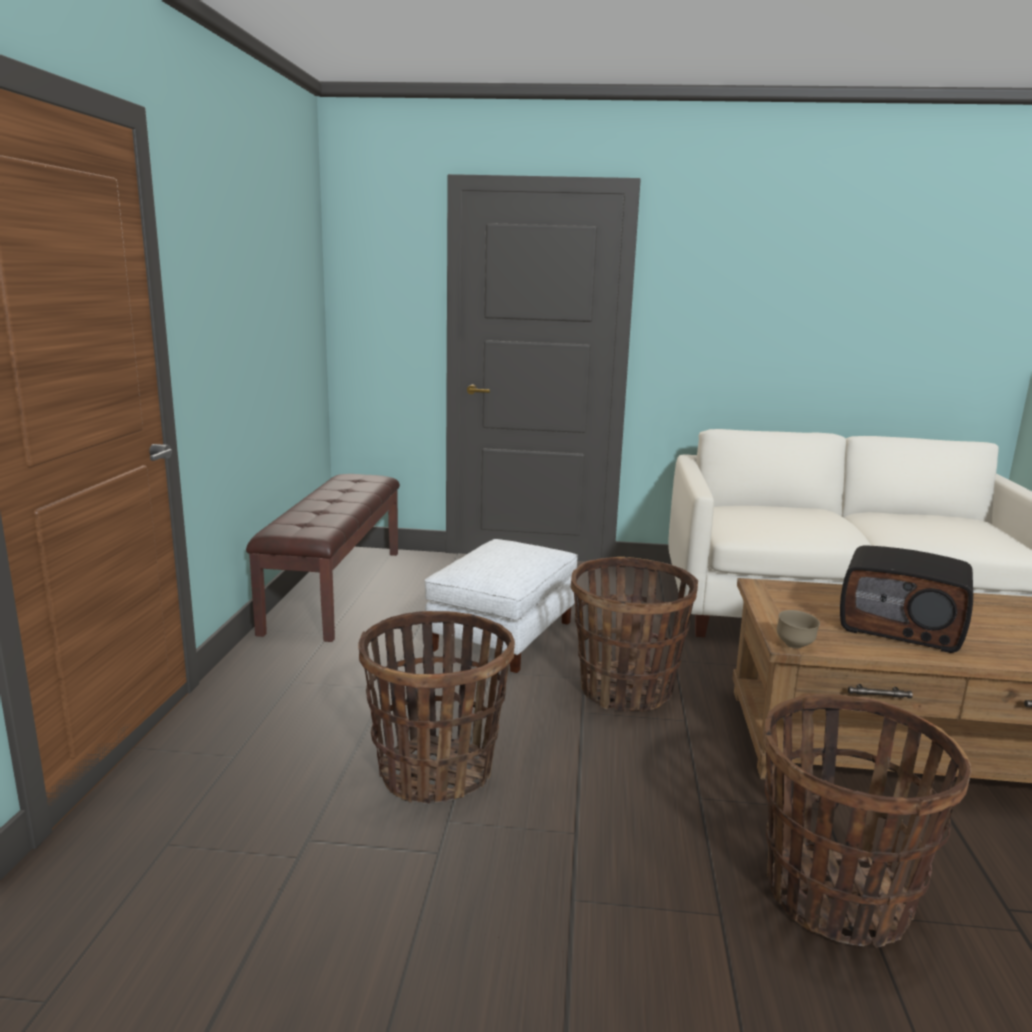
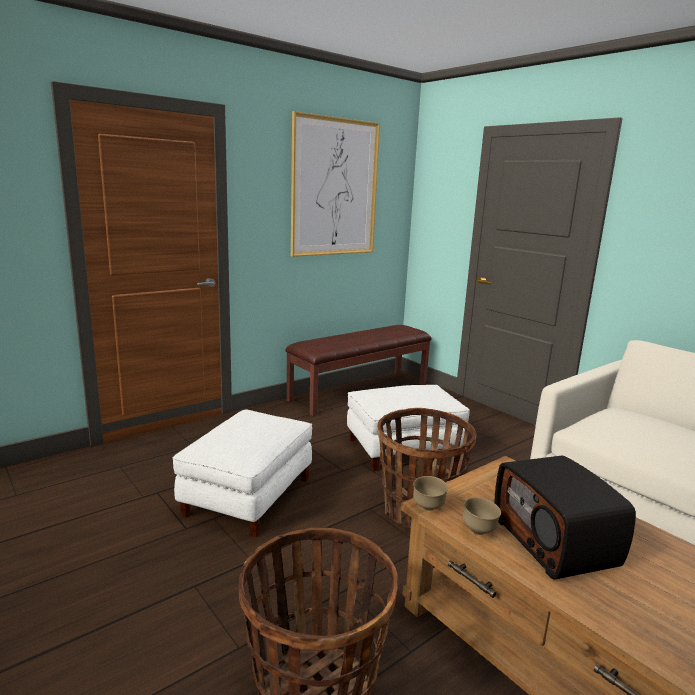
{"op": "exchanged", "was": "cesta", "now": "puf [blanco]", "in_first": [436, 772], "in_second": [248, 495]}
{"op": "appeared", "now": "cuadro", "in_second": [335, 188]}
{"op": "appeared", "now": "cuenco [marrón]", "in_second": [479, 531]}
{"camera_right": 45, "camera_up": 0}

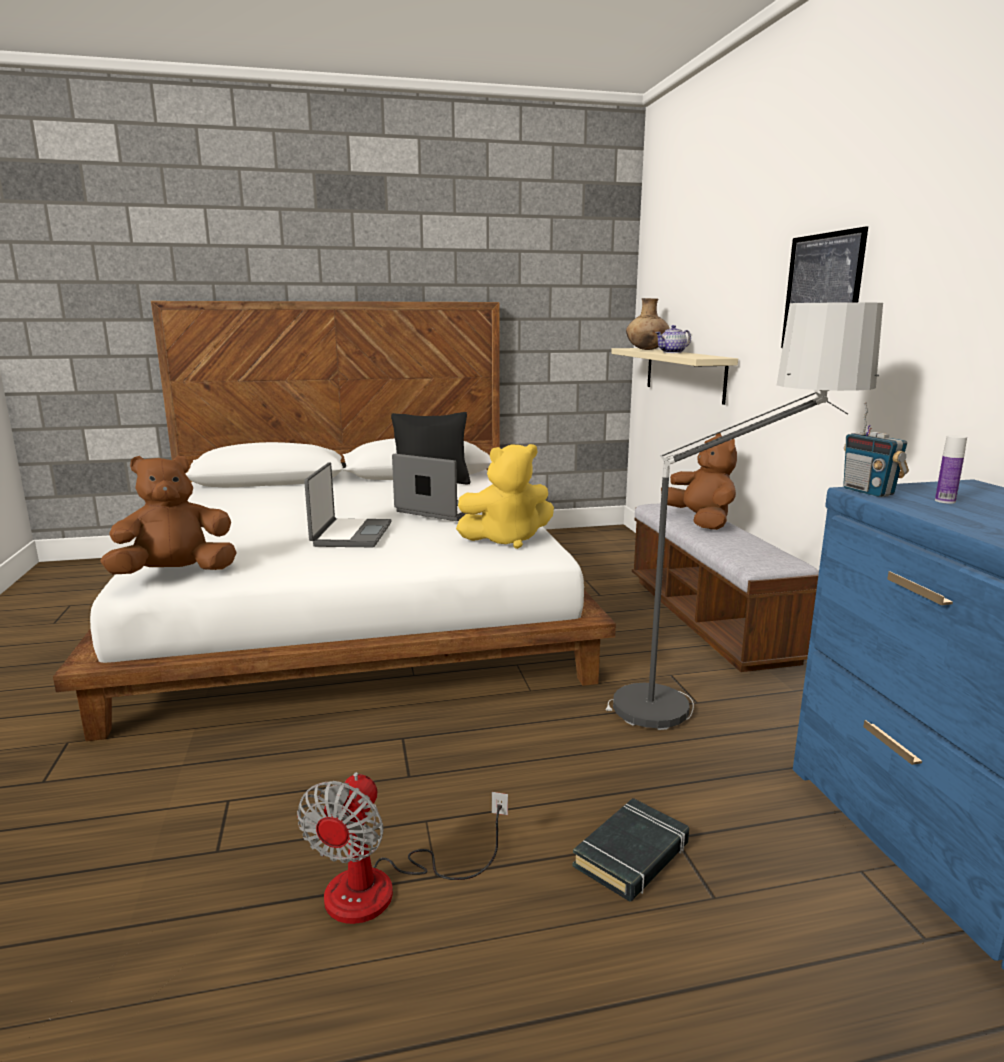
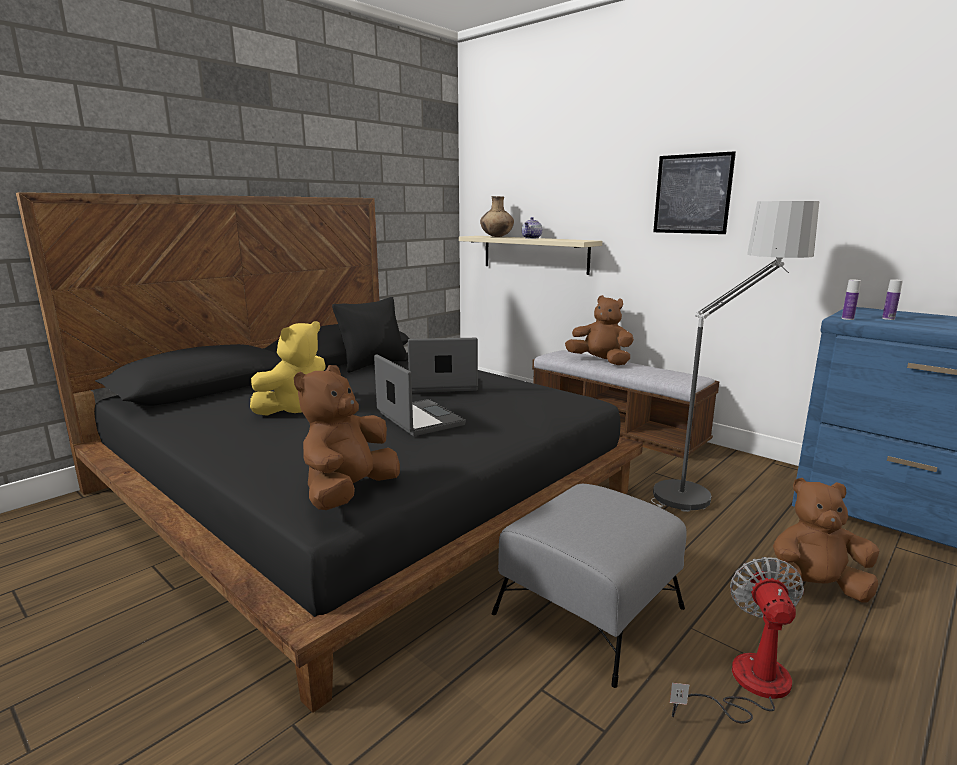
{"op": "colour", "was": "cama [blanco]", "now": "cama [negro]", "in_first": [353, 605], "in_second": [359, 491]}
{"op": "exchanged", "was": "radio", "now": "botella", "in_first": [868, 492], "in_second": [847, 319]}
{"op": "relocated", "was": "peluche [amarillo]", "in_first": [507, 540], "in_second": [296, 409]}
{"op": "spun", "was": "ventilador", "in_first": [385, 888], "in_second": [746, 685], "clockwise": -150}
{"op": "exchanged", "was": "libro [negro]", "now": "peluche [marrón]", "in_first": [632, 855], "in_second": [813, 589]}
{"op": "appeared", "now": "puf [gris]", "in_second": [590, 610]}
{"camera_right": -35, "camera_up": 0}

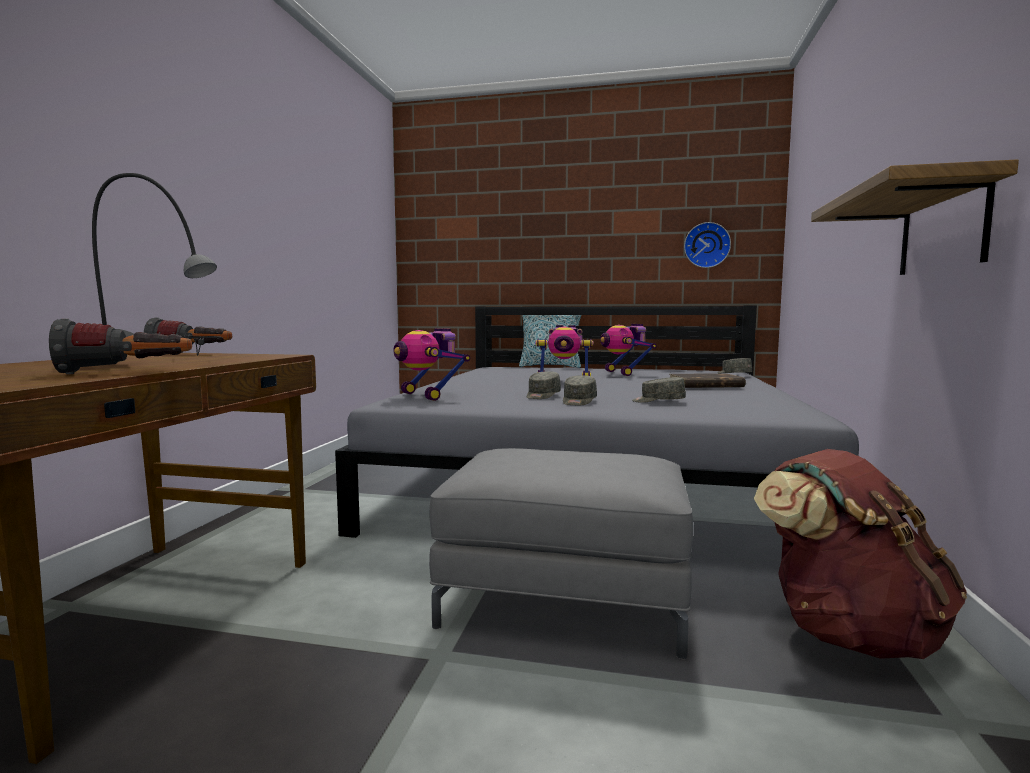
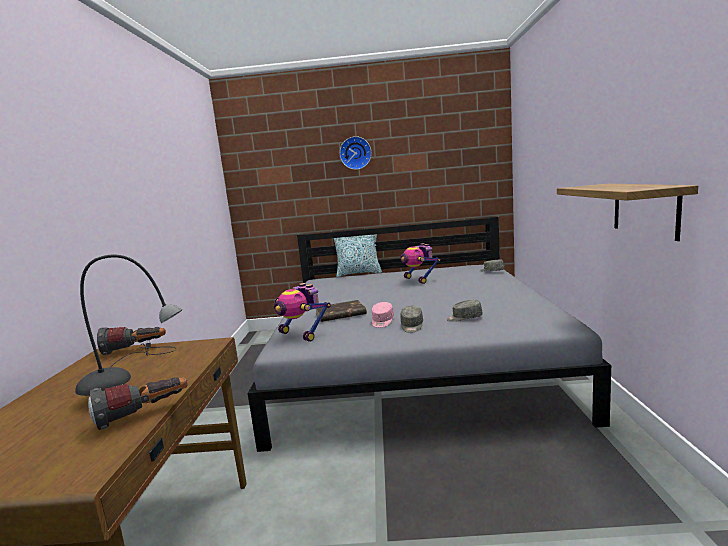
{"op": "relocated", "was": "reloj de pared", "in_first": [706, 245], "in_second": [355, 153]}
{"op": "missing", "was": "robot de juguete", "in_first": [564, 379]}
{"op": "colour", "was": "gorra [gris]", "now": "gorra [rosa]", "in_first": [542, 396], "in_second": [382, 321]}
{"op": "relocated", "was": "libro [marrón]", "in_first": [705, 385], "in_second": [340, 314]}
{"op": "missing", "was": "puf [gris]", "in_first": [564, 599]}
{"op": "missing", "was": "mochila [marrón]", "in_first": [848, 633]}
{"camera_right": -10, "camera_up": 5}

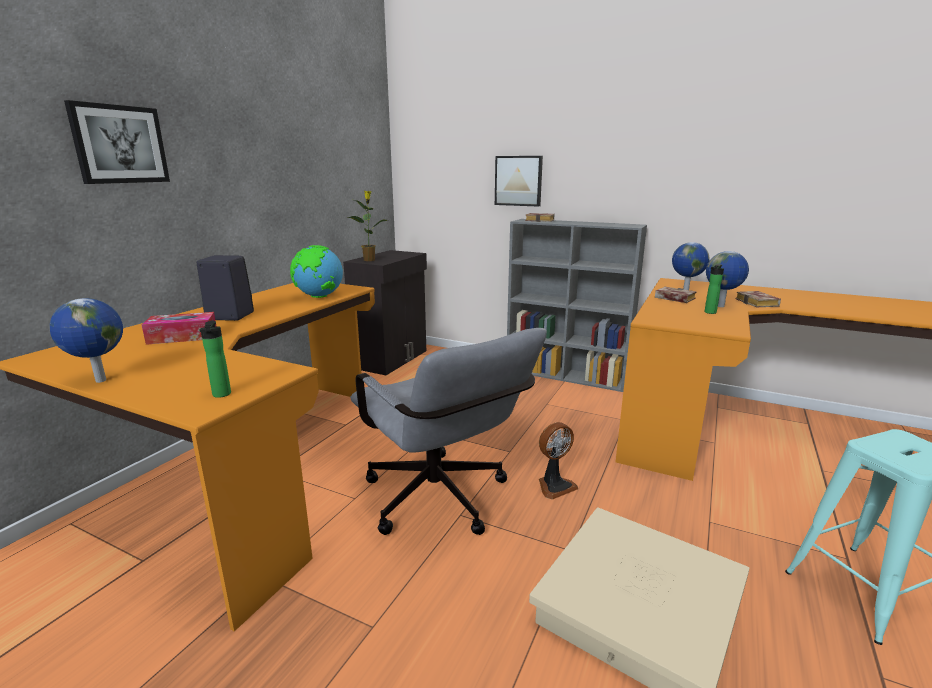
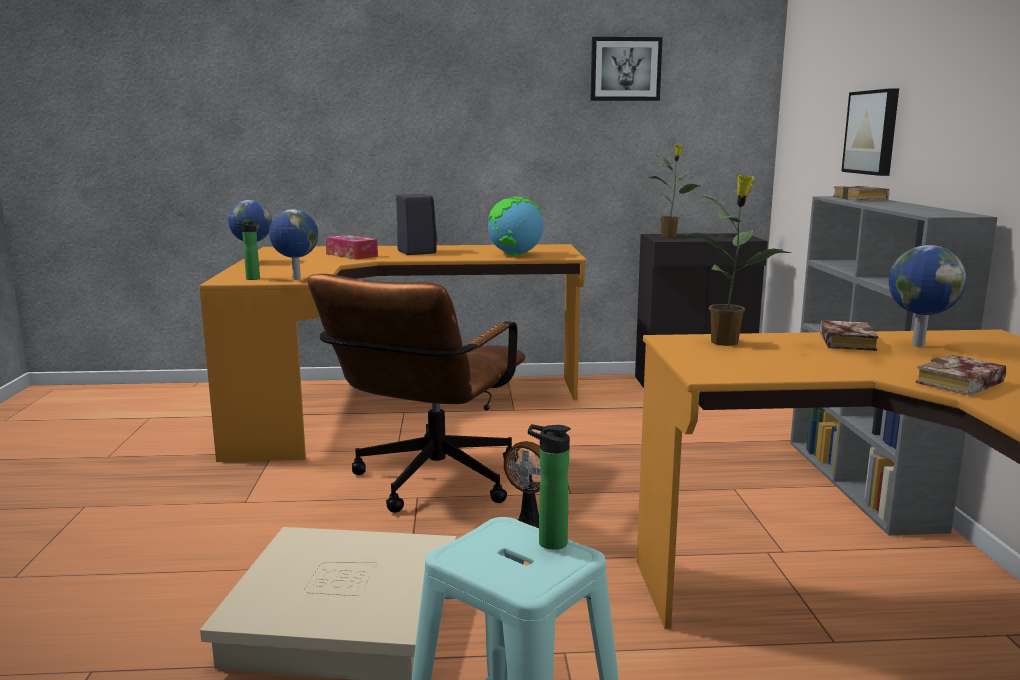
{"op": "relocated", "was": "cuadro", "in_first": [119, 144], "in_second": [625, 69]}
{"op": "relocated", "was": "globo terráqueo", "in_first": [721, 306], "in_second": [296, 279]}
{"op": "relocated", "was": "botella", "in_first": [709, 312], "in_second": [548, 542]}
{"op": "colour", "was": "silla de oficina [gris]", "now": "silla de oficina [marrón]", "in_first": [442, 502], "in_second": [429, 484]}
{"op": "appeared", "now": "planta en maceta", "in_second": [726, 342]}
{"camera_right": 60, "camera_up": -5}

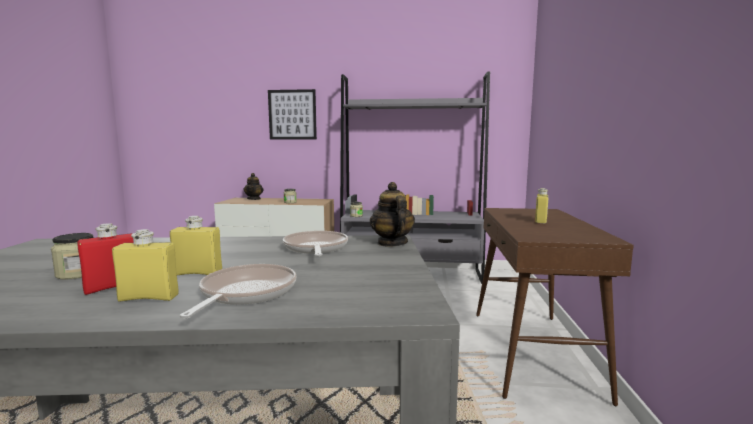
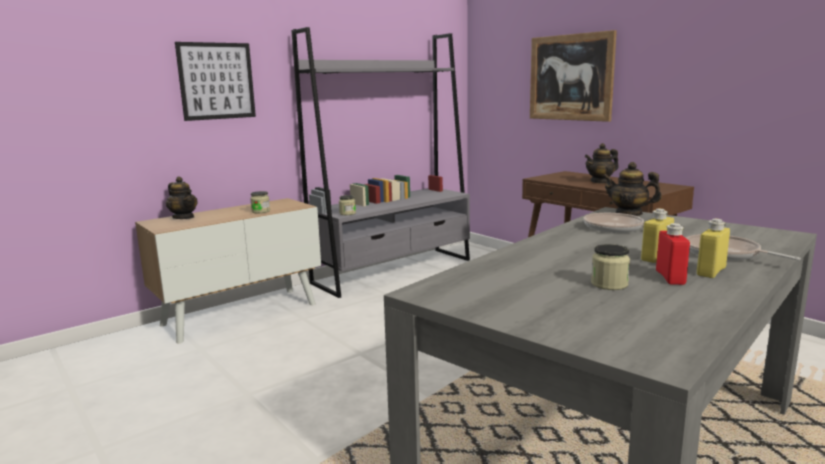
{"op": "exchanged", "was": "botella [amarillo]", "now": "tetera", "in_first": [540, 221], "in_second": [600, 181]}
{"op": "appeared", "now": "cuadro", "in_second": [570, 77]}
{"camera_right": -45, "camera_up": 5}

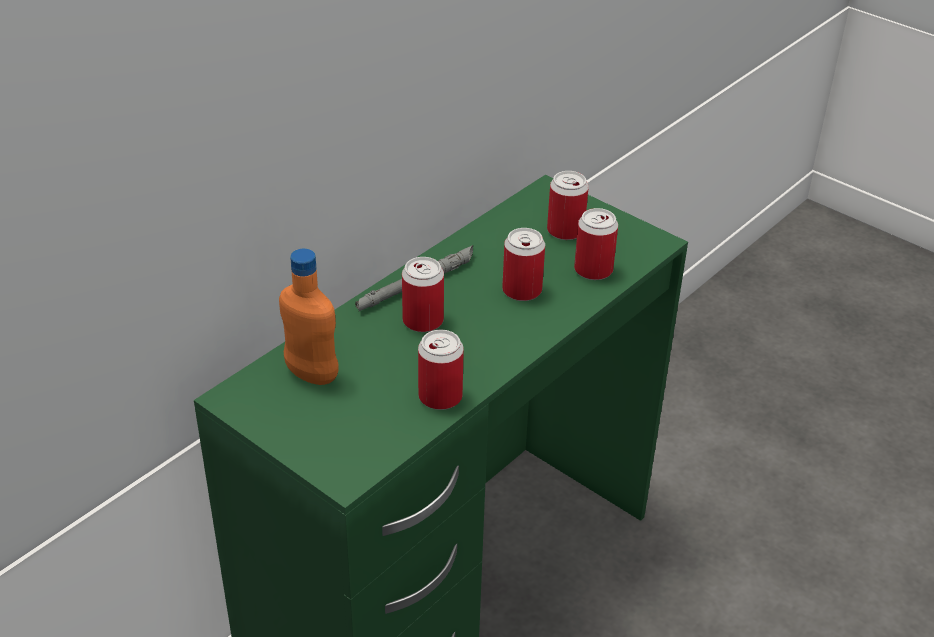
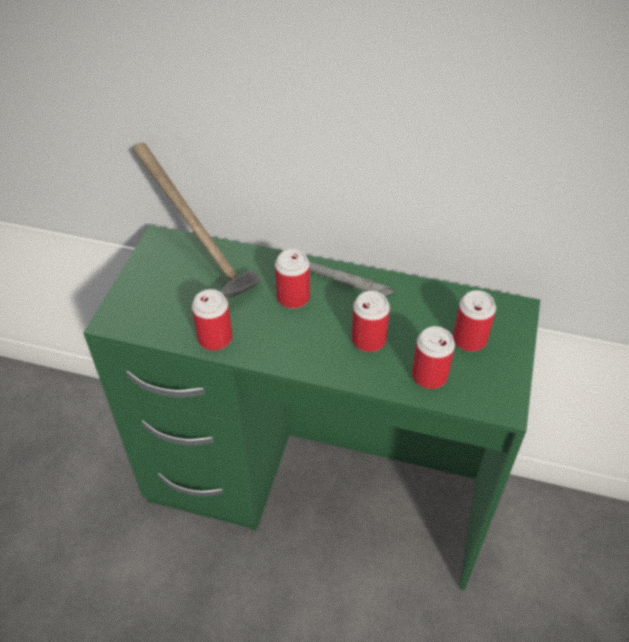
{"op": "exchanged", "was": "botella [naranja]", "now": "martillo", "in_first": [311, 375], "in_second": [201, 265]}
{"camera_right": 65, "camera_up": 10}

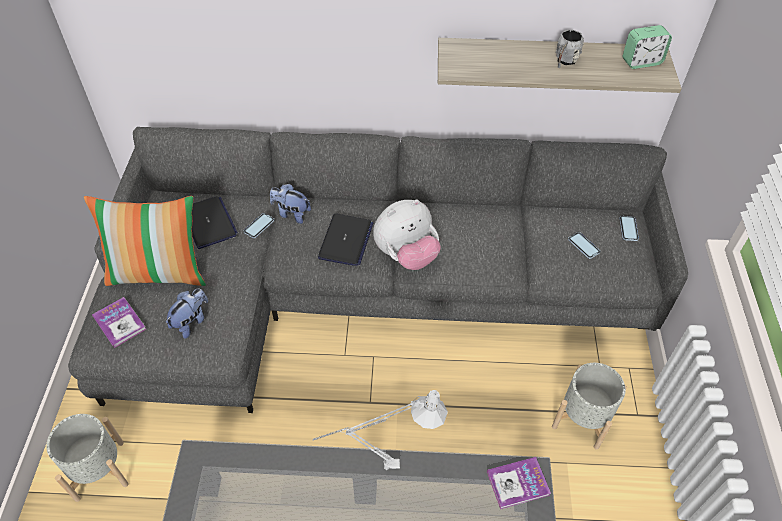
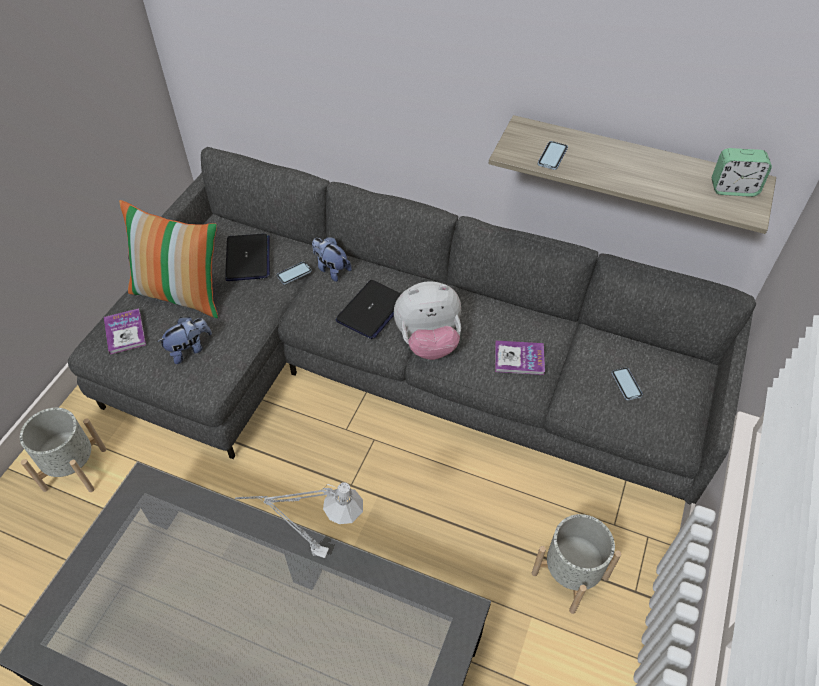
{"op": "missing", "was": "taza grande [gris]", "in_first": [564, 61]}
{"op": "relocated", "was": "móvil", "in_first": [628, 229], "in_second": [552, 156]}
{"op": "relocated", "was": "libro", "in_first": [518, 483], "in_second": [519, 359]}
{"camera_right": 20, "camera_up": 0}

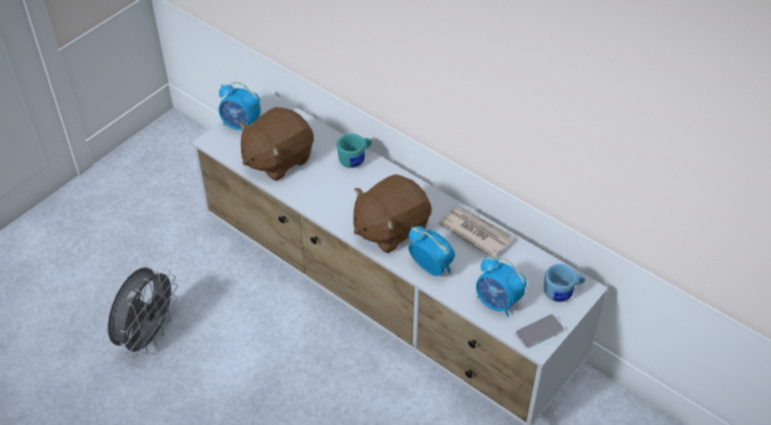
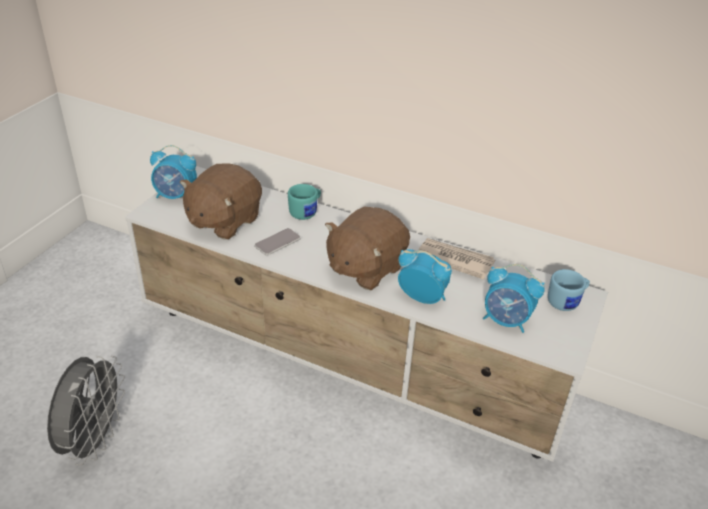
{"op": "relocated", "was": "móvil", "in_first": [539, 331], "in_second": [277, 242]}
{"camera_right": -15, "camera_up": -10}

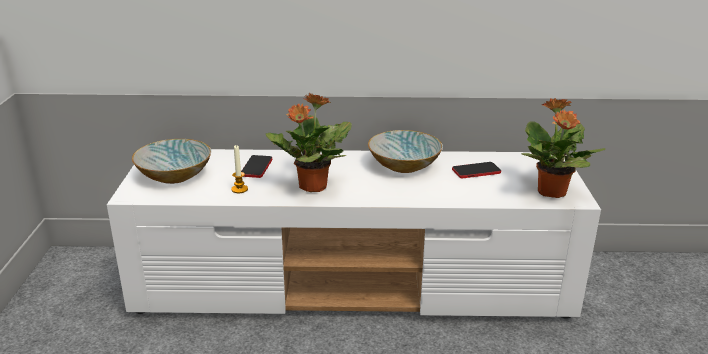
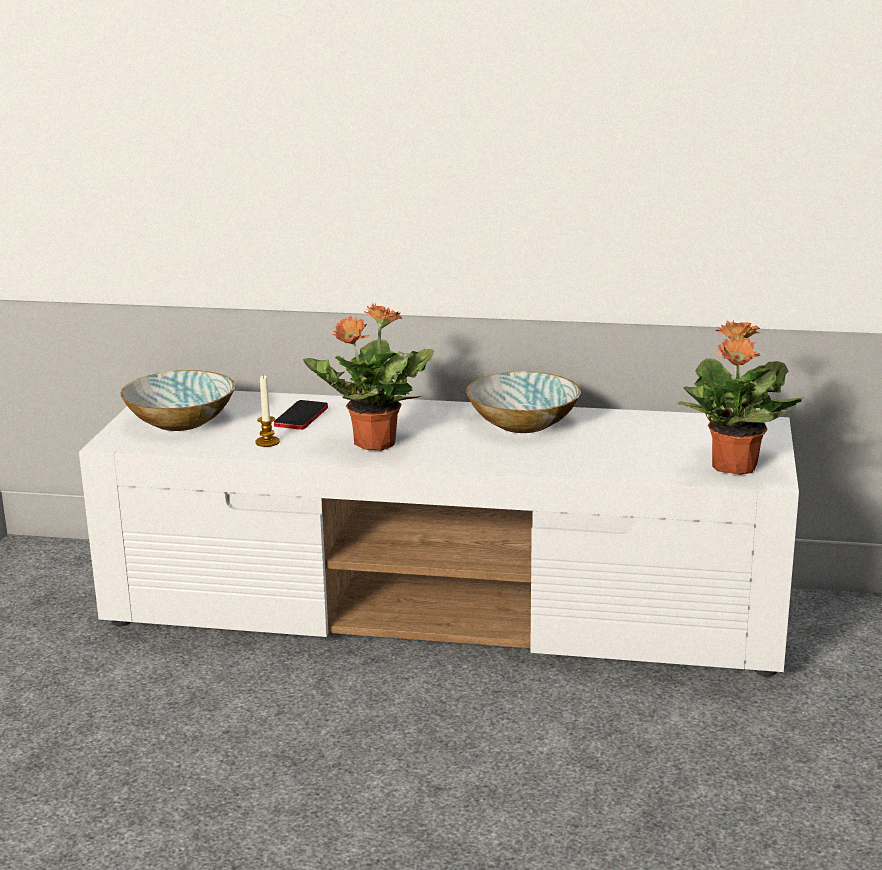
{"op": "missing", "was": "móvil", "in_first": [476, 171]}
{"camera_right": 10, "camera_up": -5}

